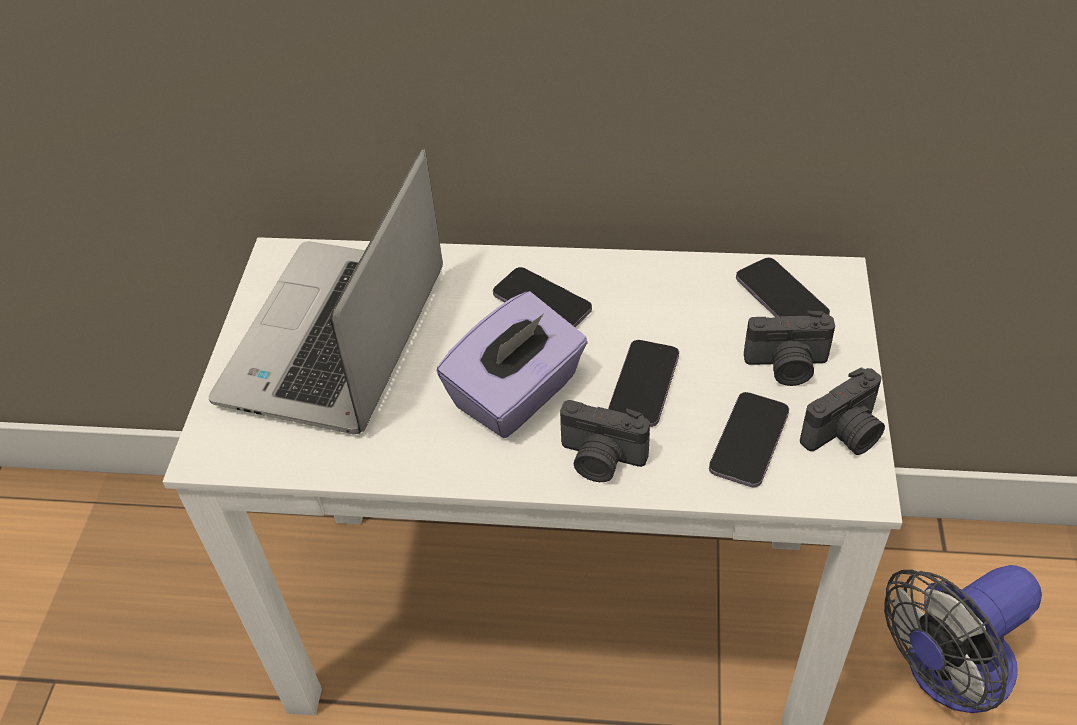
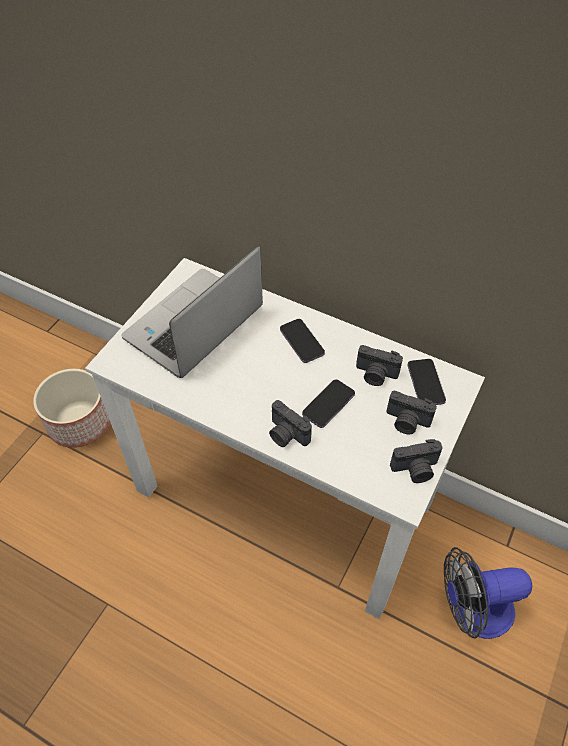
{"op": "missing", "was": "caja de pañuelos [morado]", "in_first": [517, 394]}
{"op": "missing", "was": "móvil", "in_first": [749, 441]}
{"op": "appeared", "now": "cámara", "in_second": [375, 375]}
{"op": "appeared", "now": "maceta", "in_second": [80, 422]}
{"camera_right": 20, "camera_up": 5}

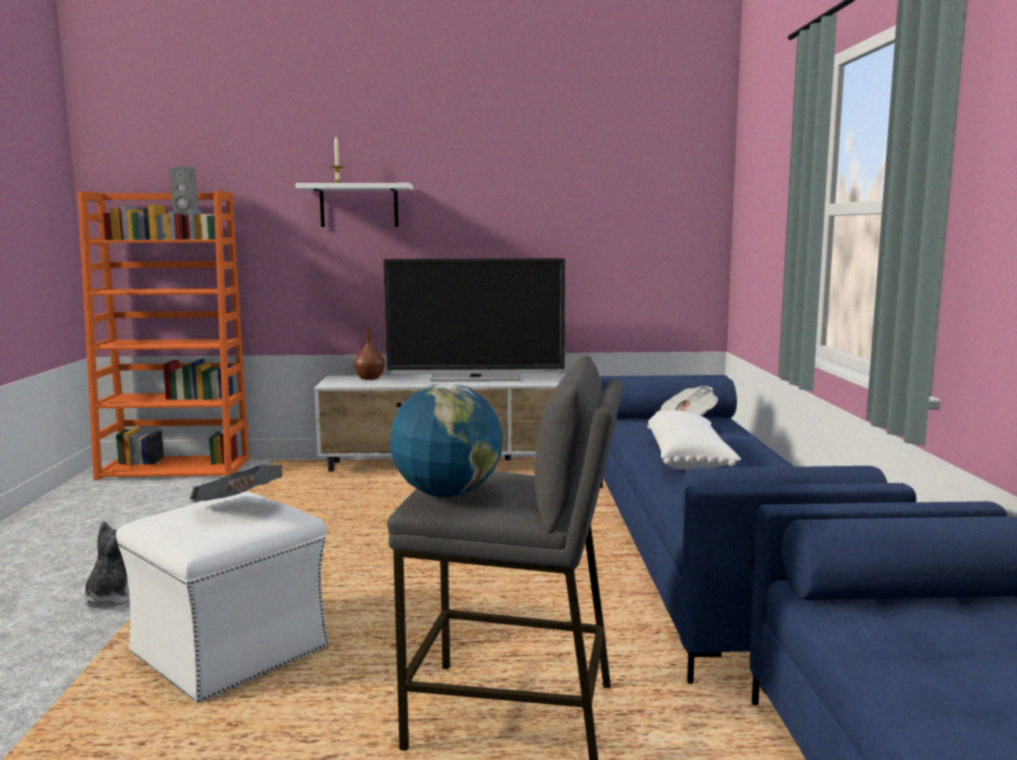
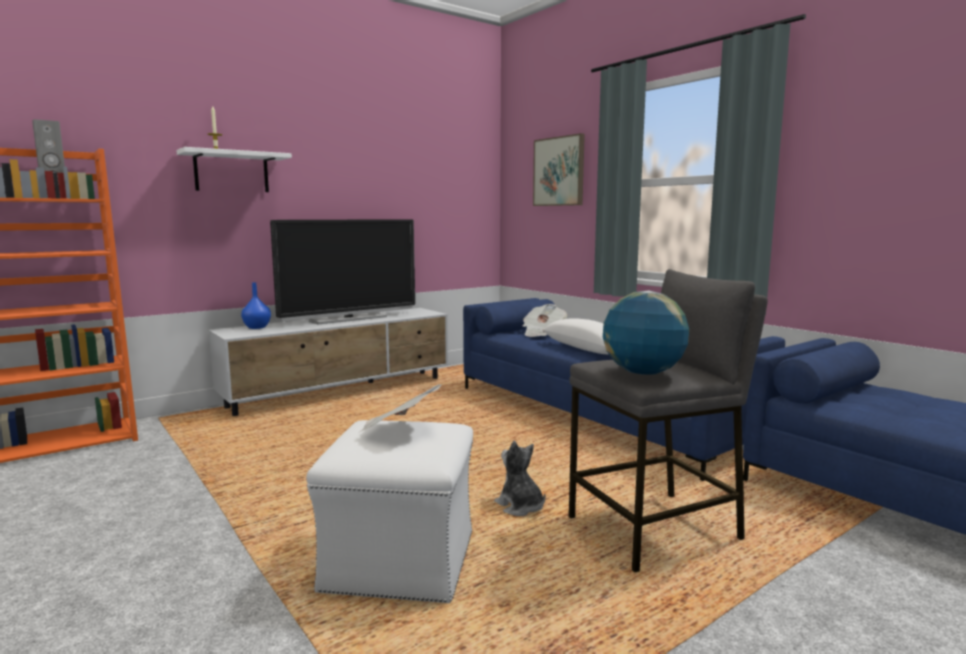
{"op": "colour", "was": "florero [marrón]", "now": "florero [azul]", "in_first": [369, 378], "in_second": [256, 327]}
{"op": "relocated", "was": "peluche", "in_first": [111, 598], "in_second": [520, 507]}
{"op": "appeared", "now": "cuadro", "in_second": [559, 171]}
{"camera_right": -35, "camera_up": 0}

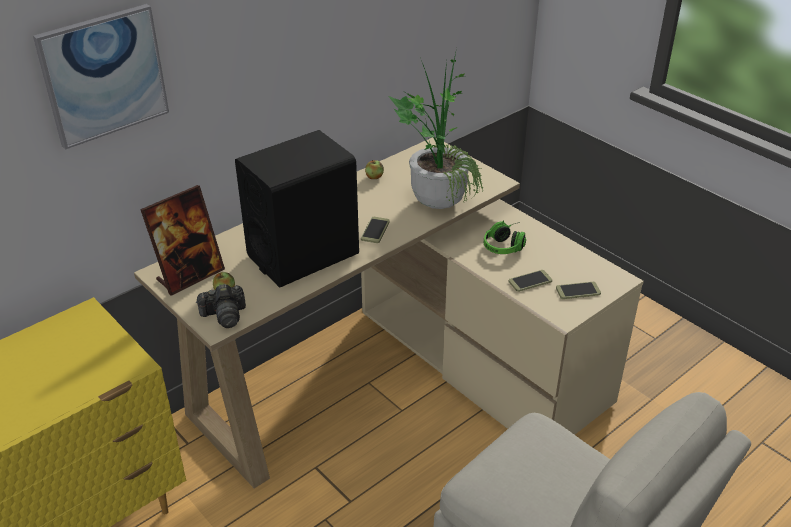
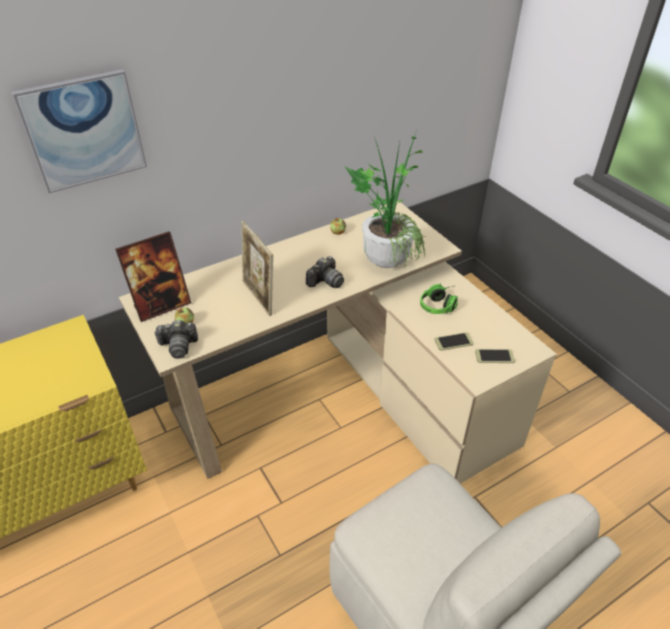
{"op": "exchanged", "was": "altavoz [negro]", "now": "portarretratos", "in_first": [303, 255], "in_second": [259, 297]}
{"op": "exchanged", "was": "móvil", "now": "cámara", "in_first": [375, 230], "in_second": [325, 281]}
{"camera_right": 10, "camera_up": 5}

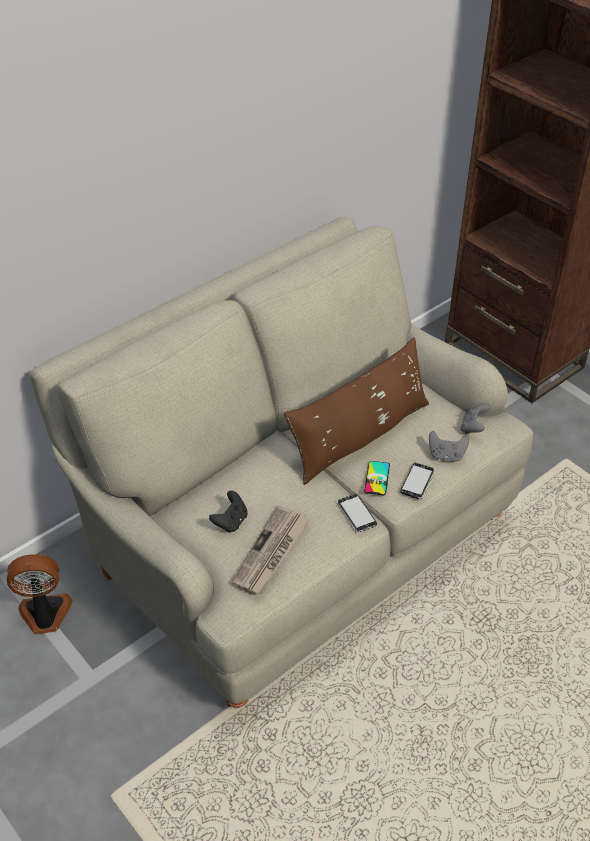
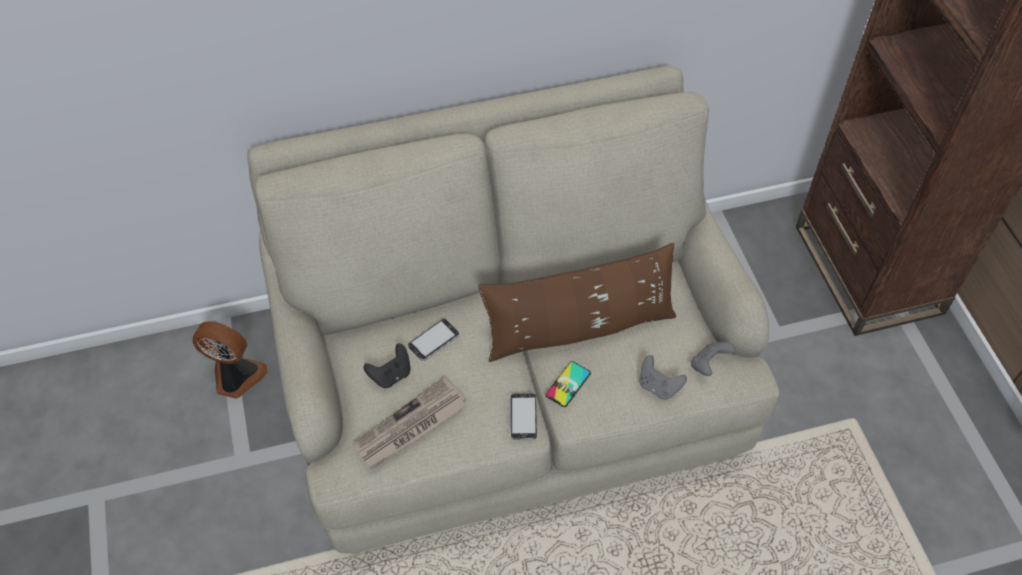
{"op": "relocated", "was": "móvil", "in_first": [417, 482], "in_second": [434, 341]}
{"camera_right": 25, "camera_up": 10}

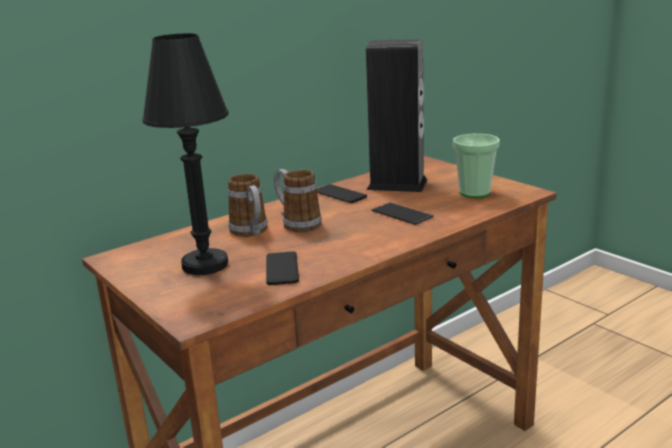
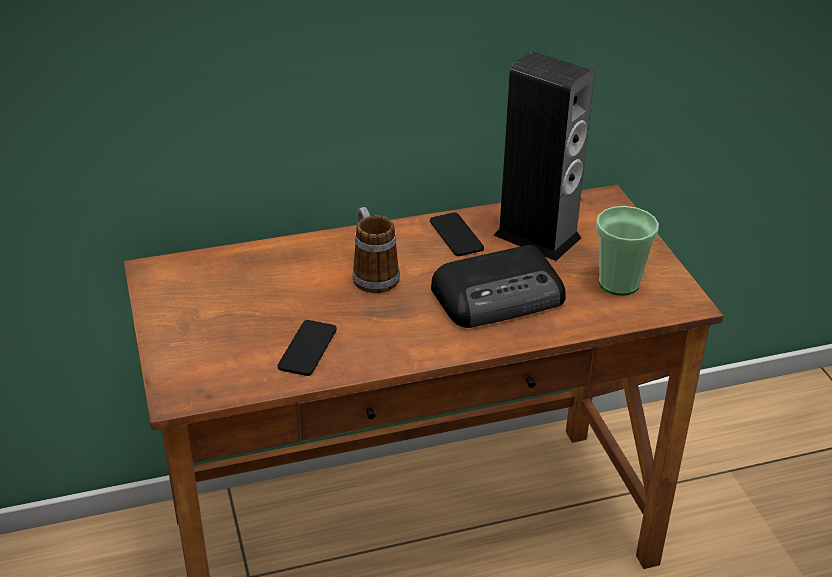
{"op": "missing", "was": "lámpara de mesa [negro]", "in_first": [205, 265]}
{"op": "missing", "was": "taza grande", "in_first": [251, 232]}
{"op": "exchanged", "was": "móvil", "now": "radio", "in_first": [402, 214], "in_second": [501, 296]}
{"camera_right": 20, "camera_up": 15}

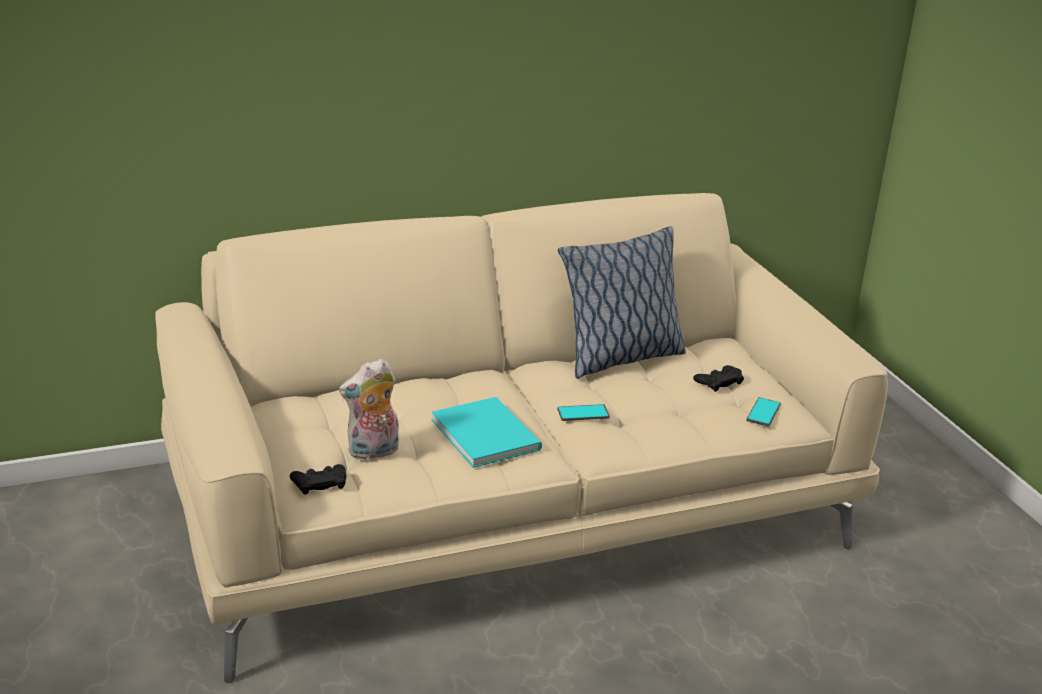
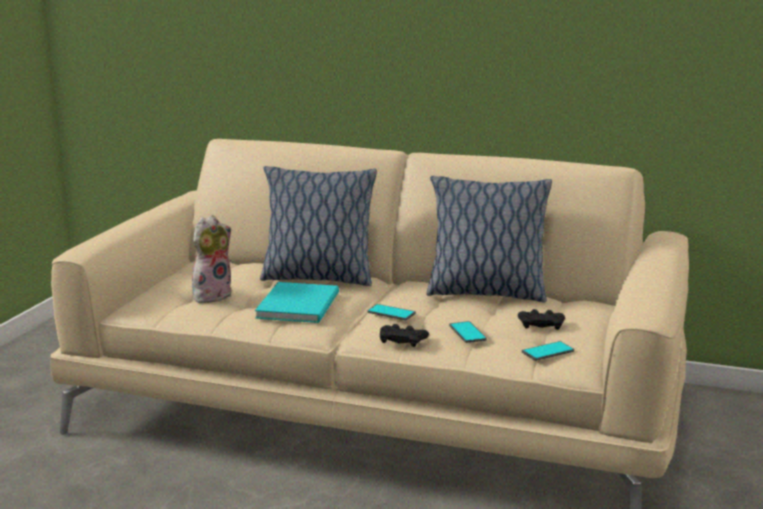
{"op": "spun", "was": "peluche", "in_first": [373, 452], "in_second": [212, 295], "clockwise": 120}
{"op": "relocated", "was": "mando de consola [negro]", "in_first": [319, 483], "in_second": [402, 339]}
{"op": "appeared", "now": "cojín", "in_second": [317, 278]}
{"op": "appeared", "now": "móvil", "in_second": [467, 333]}
{"camera_right": 40, "camera_up": -10}

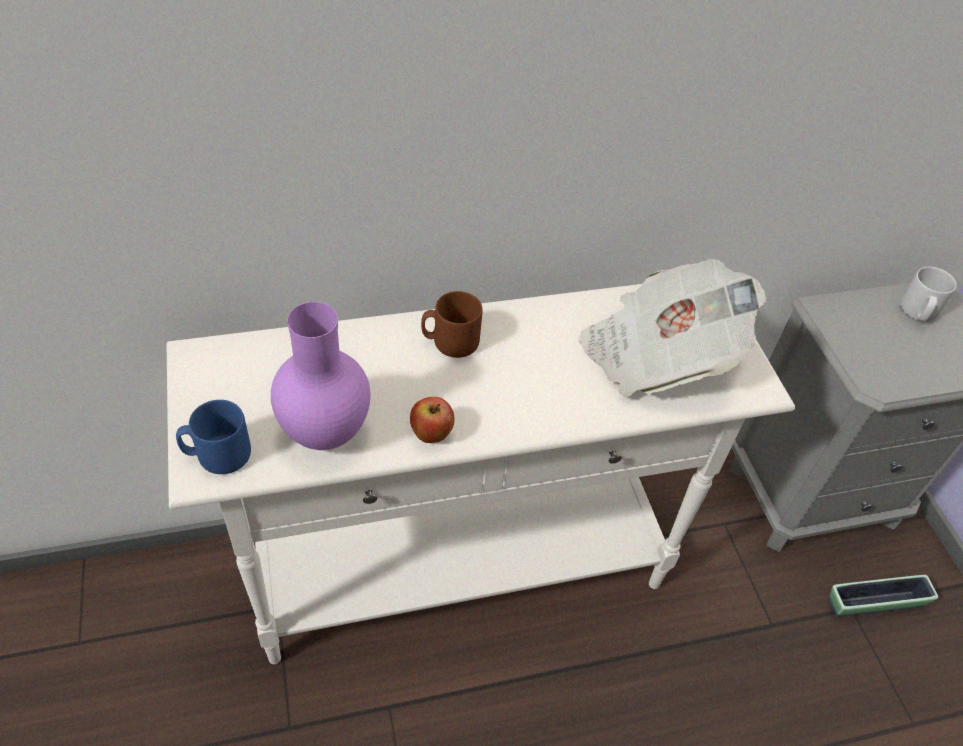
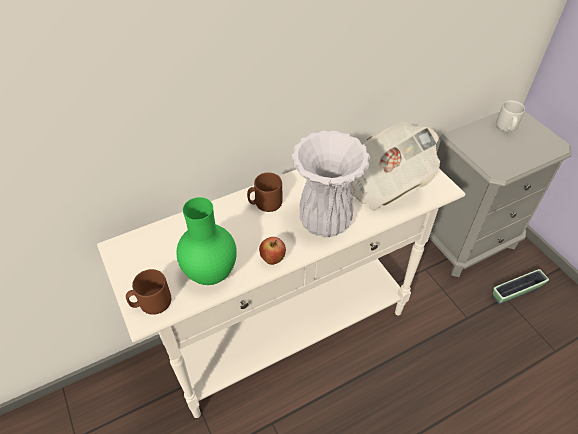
{"op": "colour", "was": "florero [morado]", "now": "florero [verde]", "in_first": [327, 432], "in_second": [212, 273]}
{"op": "colour", "was": "taza grande [azul]", "now": "taza grande [marrón]", "in_first": [217, 455], "in_second": [151, 303]}
{"op": "appeared", "now": "florero [blanco]", "in_second": [325, 223]}
{"camera_right": -10, "camera_up": 0}

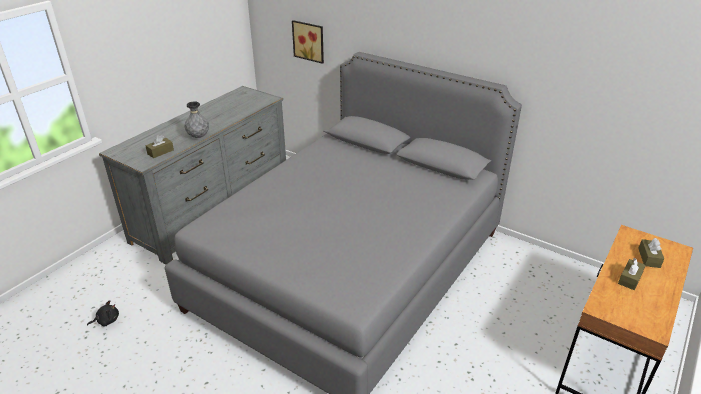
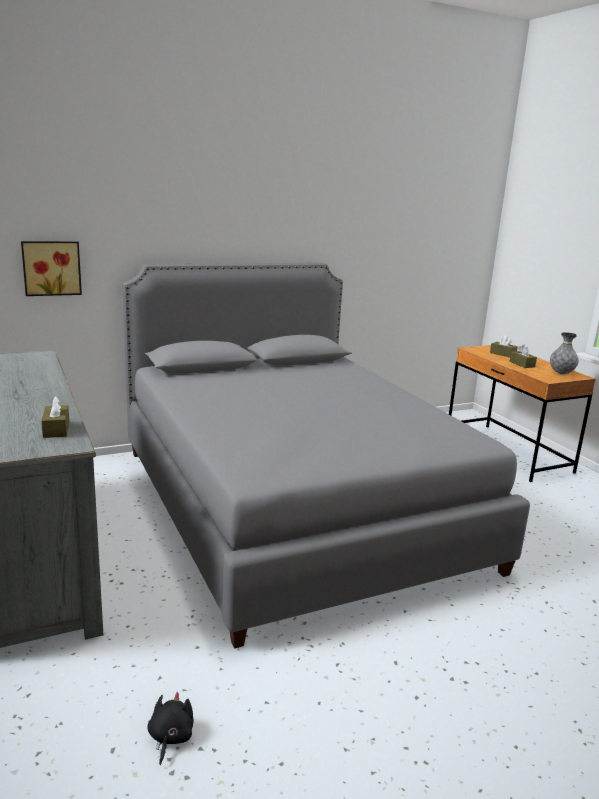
{"op": "relocated", "was": "florero [gris]", "in_first": [198, 136], "in_second": [561, 373]}
{"camera_right": -60, "camera_up": -15}

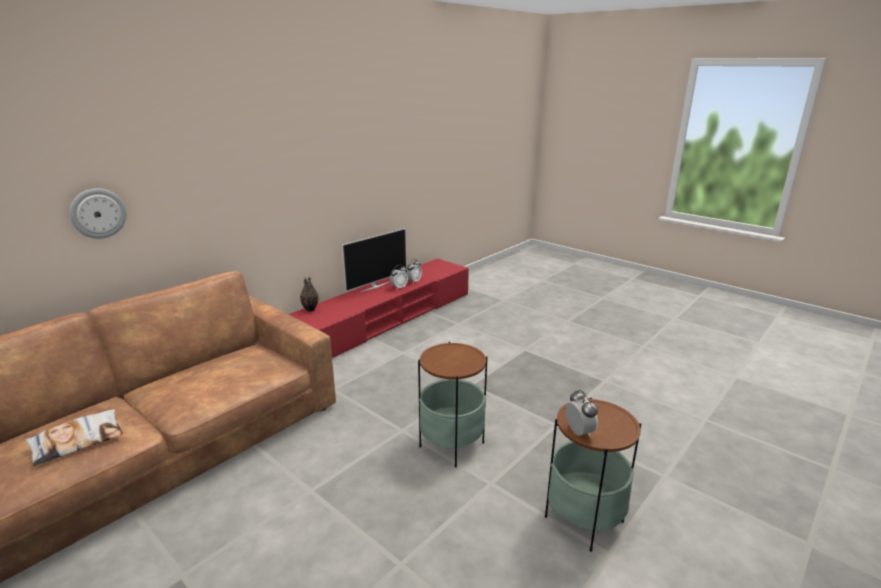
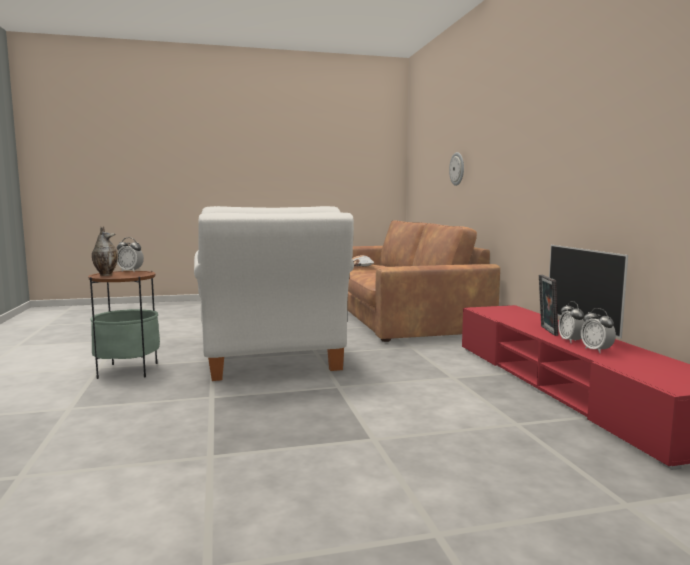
{"op": "relocated", "was": "florero", "in_first": [310, 310], "in_second": [106, 274]}
{"op": "exchanged", "was": "mesa auxiliar", "now": "sillón [blanco]", "in_first": [451, 444], "in_second": [270, 360]}
{"op": "appeared", "now": "portarretratos", "in_second": [546, 330]}
{"camera_right": 125, "camera_up": -15}

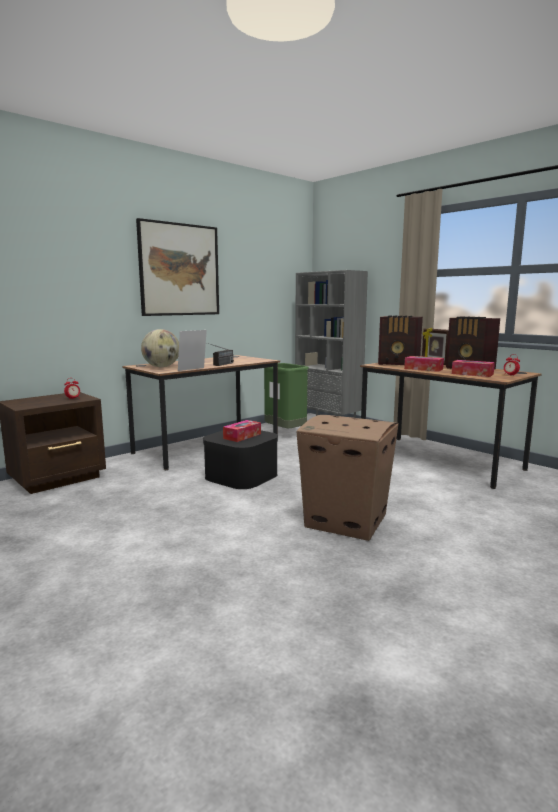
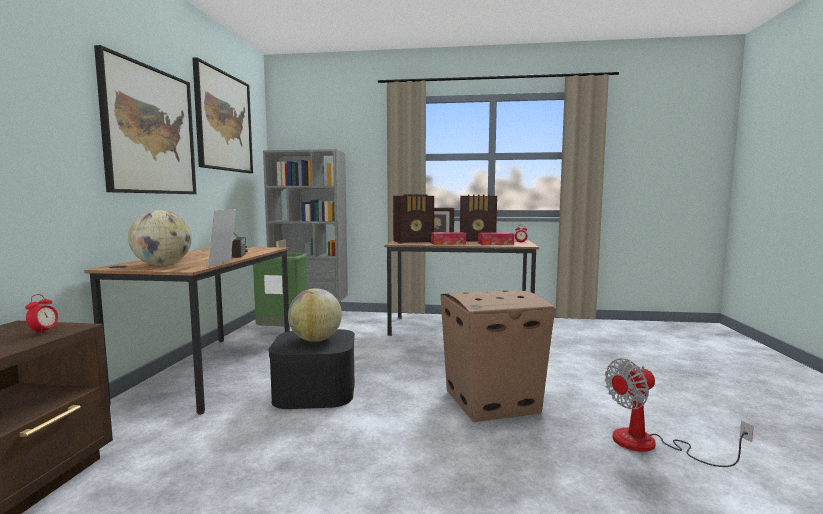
{"op": "exchanged", "was": "caja de pañuelos", "now": "globo terráqueo", "in_first": [242, 436], "in_second": [315, 340]}
{"op": "appeared", "now": "cuadro", "in_second": [224, 122]}
{"op": "appeared", "now": "ventilador", "in_second": [650, 445]}
{"camera_right": -40, "camera_up": -5}

